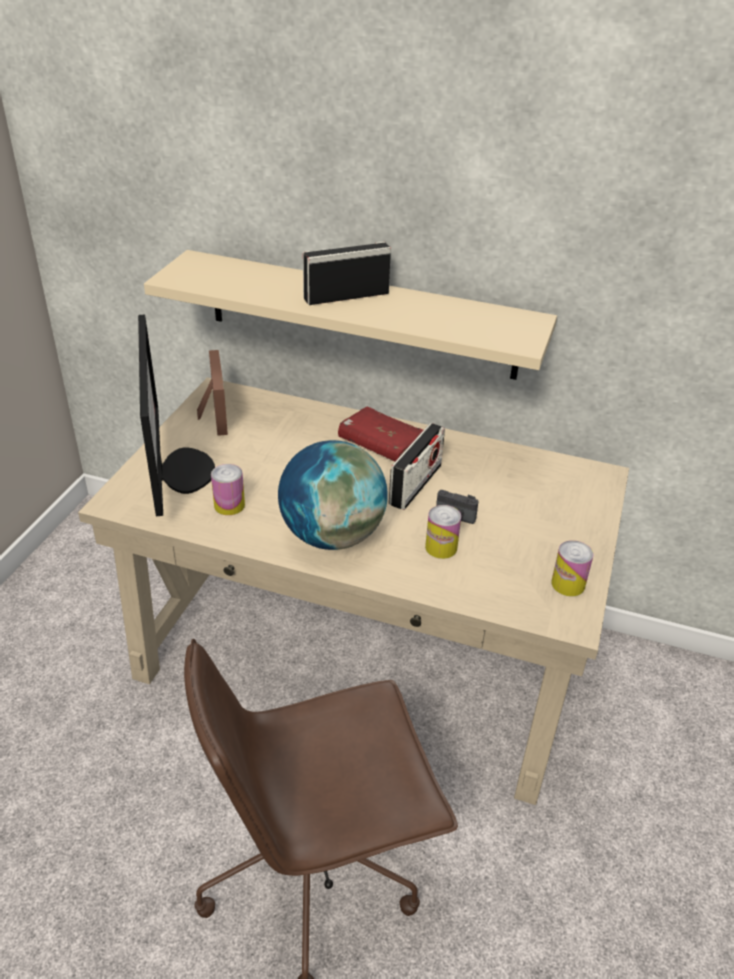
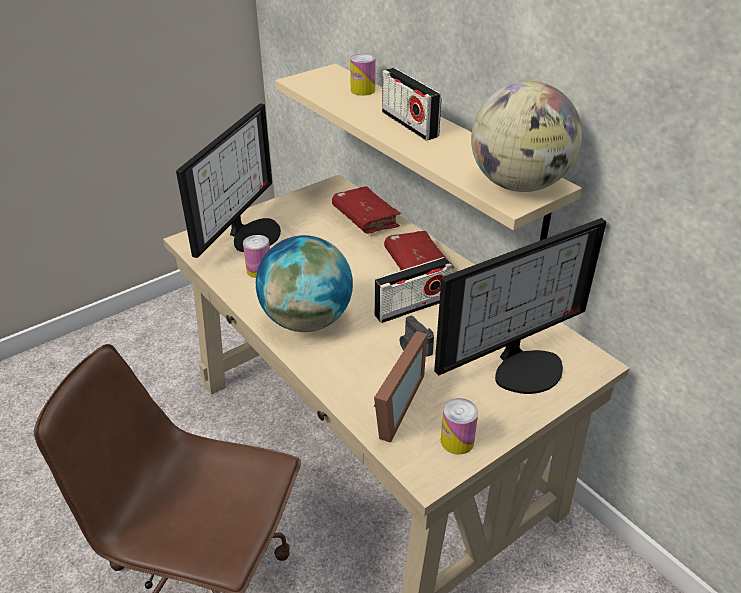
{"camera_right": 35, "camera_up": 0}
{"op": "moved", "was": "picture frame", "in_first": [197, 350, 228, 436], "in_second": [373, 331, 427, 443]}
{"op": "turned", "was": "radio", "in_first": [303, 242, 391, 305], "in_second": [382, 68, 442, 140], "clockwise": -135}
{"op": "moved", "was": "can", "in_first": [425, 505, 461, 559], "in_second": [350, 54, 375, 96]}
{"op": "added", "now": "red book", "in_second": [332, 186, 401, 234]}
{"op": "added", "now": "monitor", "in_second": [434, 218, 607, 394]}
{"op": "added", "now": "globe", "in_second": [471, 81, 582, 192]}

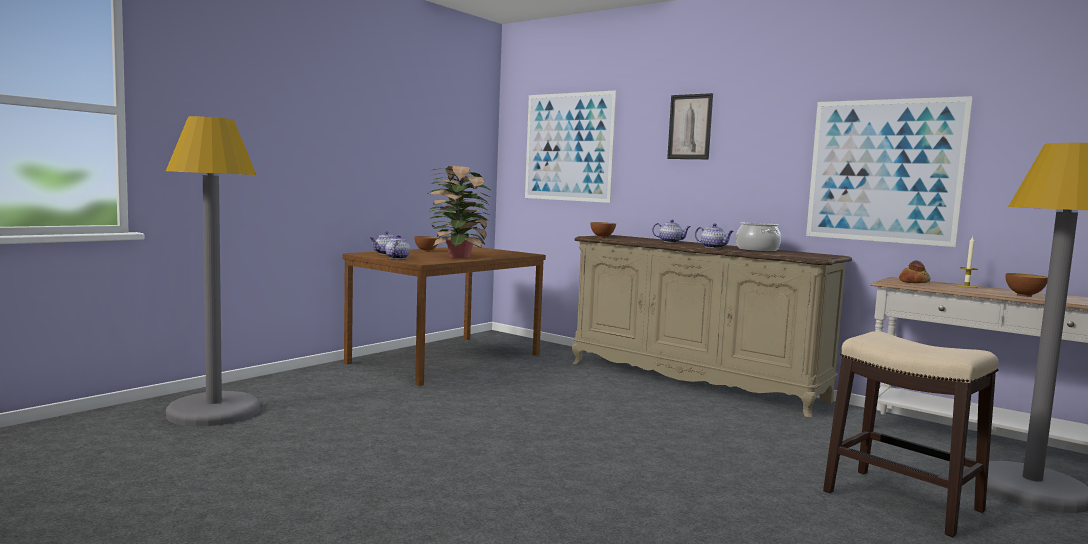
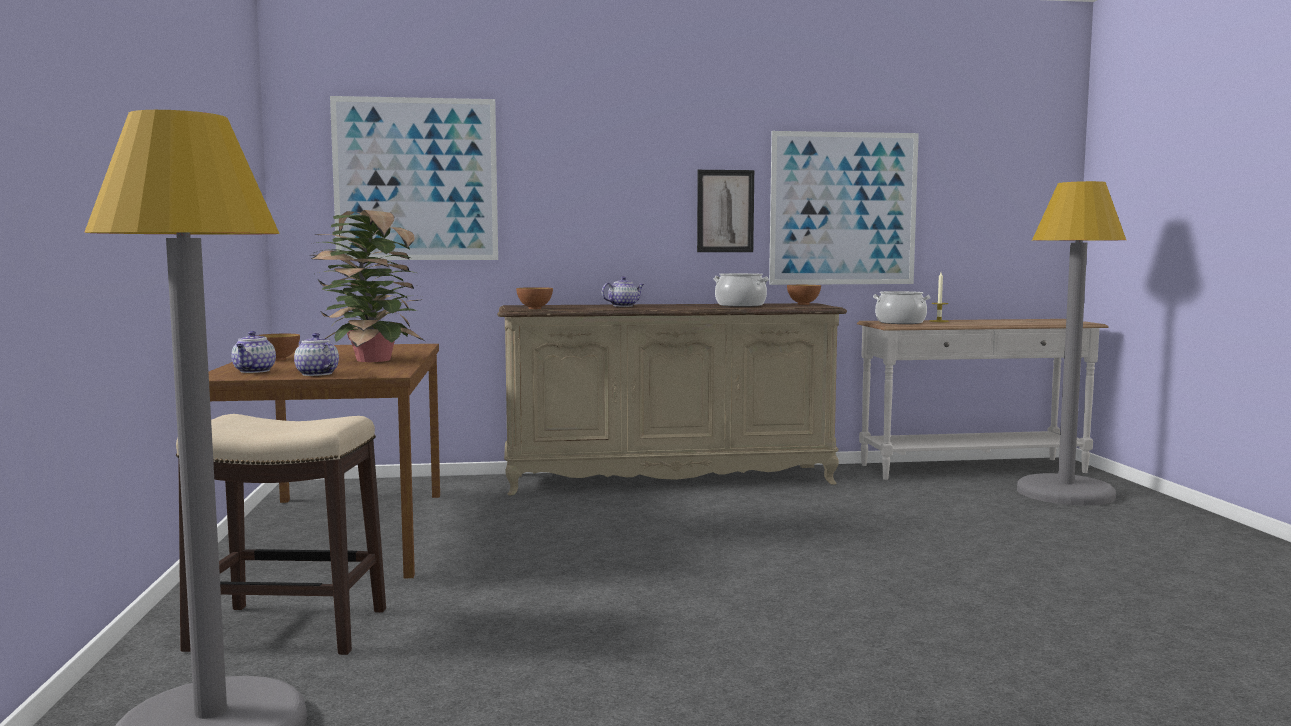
{"camera_right": -45, "camera_up": 0}
{"op": "moved", "was": "picture", "in_first": [667, 93, 713, 159], "in_second": [697, 170, 754, 252]}
{"op": "removed", "was": "teapot", "in_first": [695, 223, 734, 248]}
{"op": "moved", "was": "stool", "in_first": [823, 331, 999, 537], "in_second": [176, 414, 386, 655]}
{"op": "replaced", "was": "bread", "now": "cooking pot", "in_first": [899, 260, 931, 283], "in_second": [873, 291, 930, 324]}
{"op": "moved", "was": "bowl", "in_first": [1005, 273, 1048, 297], "in_second": [787, 285, 821, 305]}

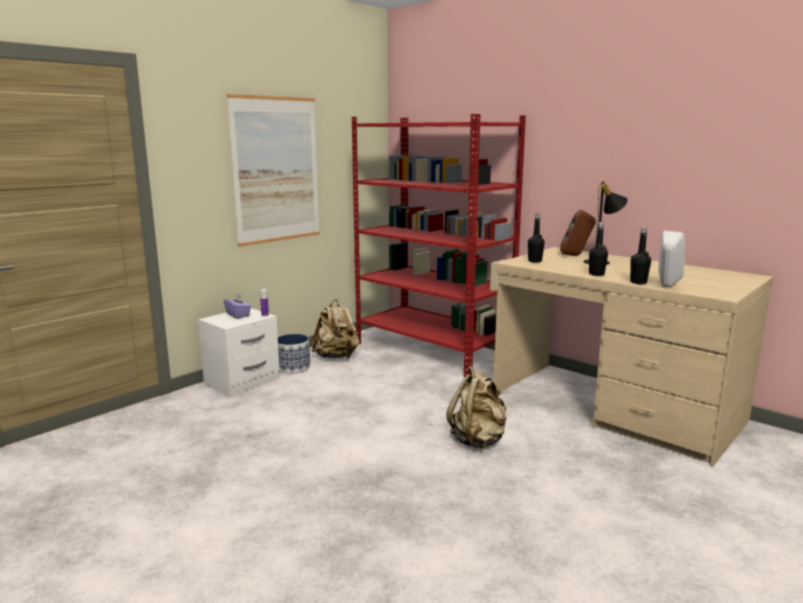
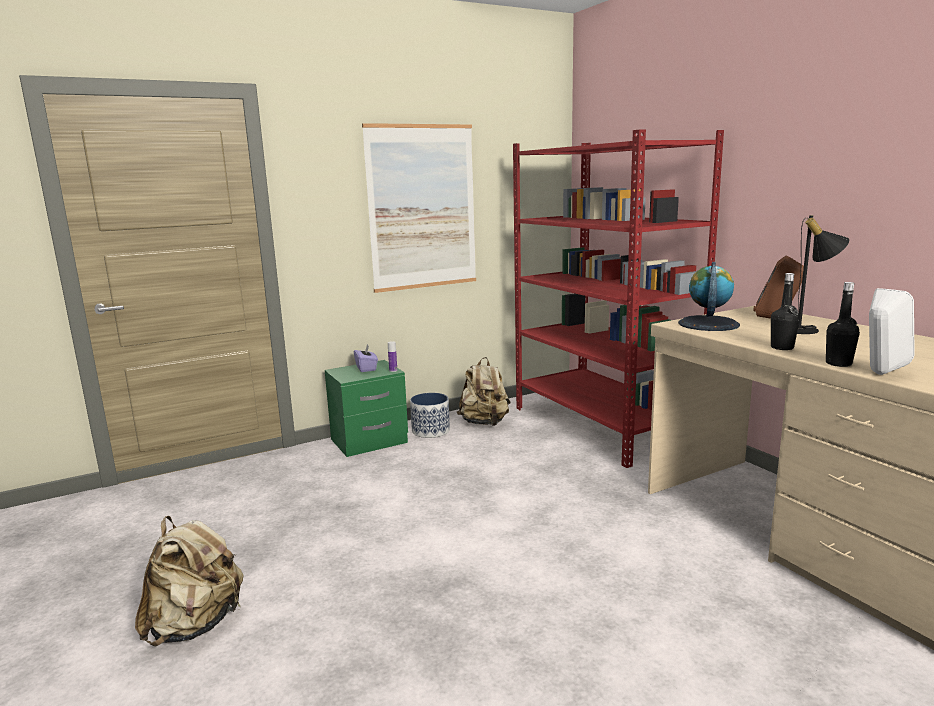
{"camera_right": 20, "camera_up": 0}
{"op": "recoloured", "was": "white nightstand", "now": "green nightstand", "in_first": [198, 308, 279, 396], "in_second": [325, 360, 408, 457]}
{"op": "moved", "was": "beige backpack", "in_first": [446, 366, 507, 448], "in_second": [135, 516, 243, 646]}
{"op": "replaced", "was": "black bottle", "now": "globe", "in_first": [528, 214, 545, 263], "in_second": [678, 262, 740, 331]}

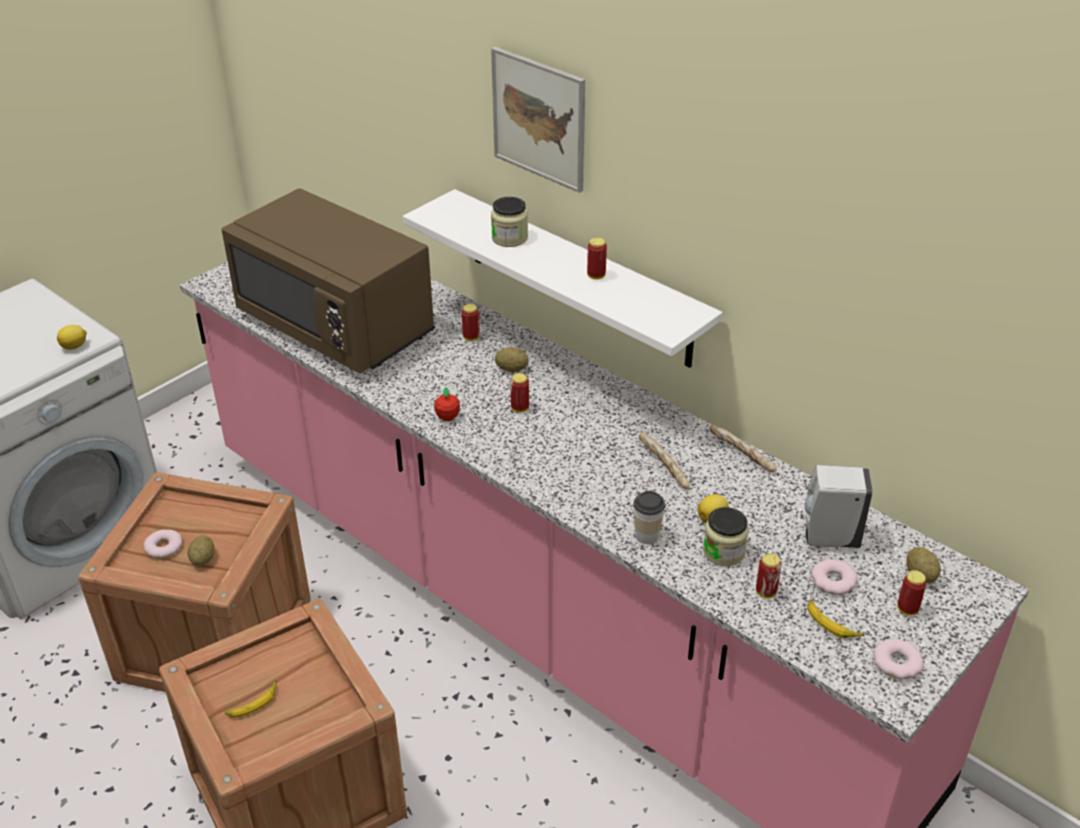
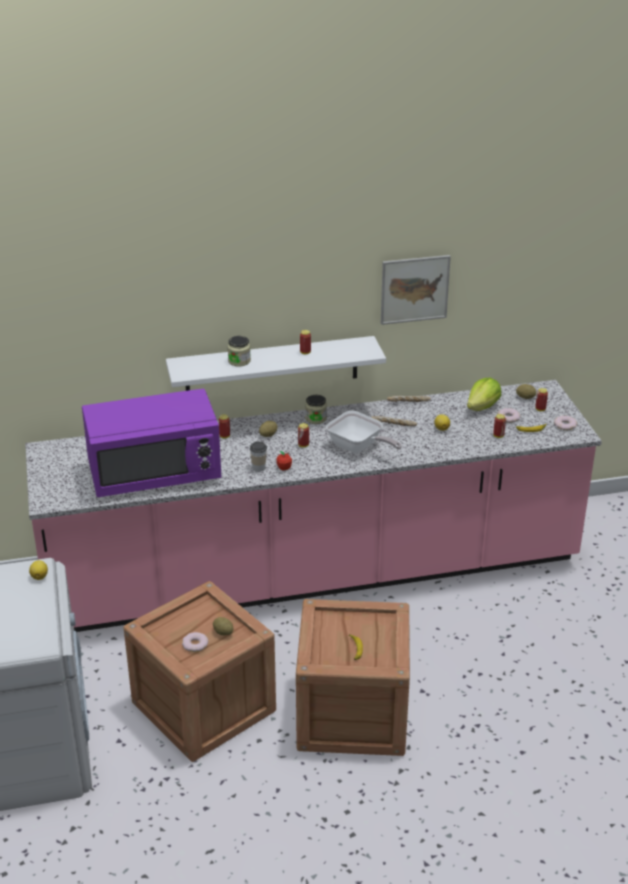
{"camera_right": -55, "camera_up": -5}
{"op": "recoloured", "was": "brown microwave", "now": "purple microwave", "in_first": [221, 188, 435, 374], "in_second": [82, 389, 221, 497]}
{"op": "moved", "was": "picture", "in_first": [491, 47, 585, 193], "in_second": [381, 255, 451, 325]}
{"op": "moved", "was": "cup", "in_first": [633, 491, 665, 544], "in_second": [250, 441, 267, 472]}
{"op": "moved", "was": "jar", "in_first": [703, 507, 748, 566], "in_second": [305, 395, 327, 424]}
{"op": "replaced", "was": "white soap dispenser", "now": "lettuce", "in_first": [804, 465, 872, 548], "in_second": [467, 378, 502, 411]}
{"op": "added", "now": "frying pan", "in_second": [326, 411, 402, 453]}

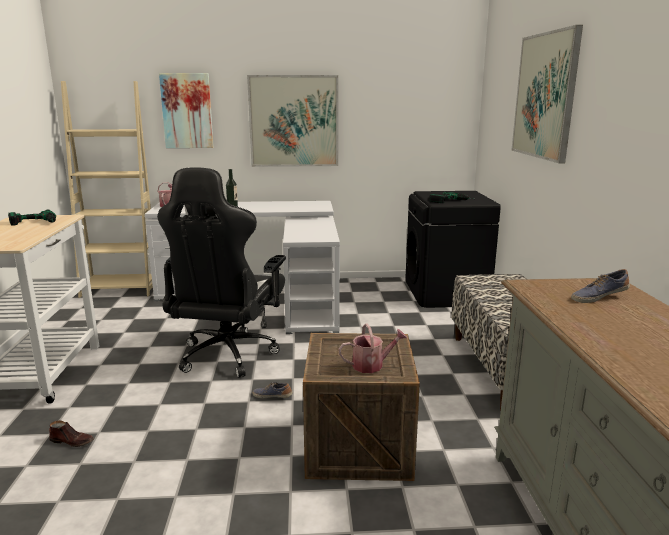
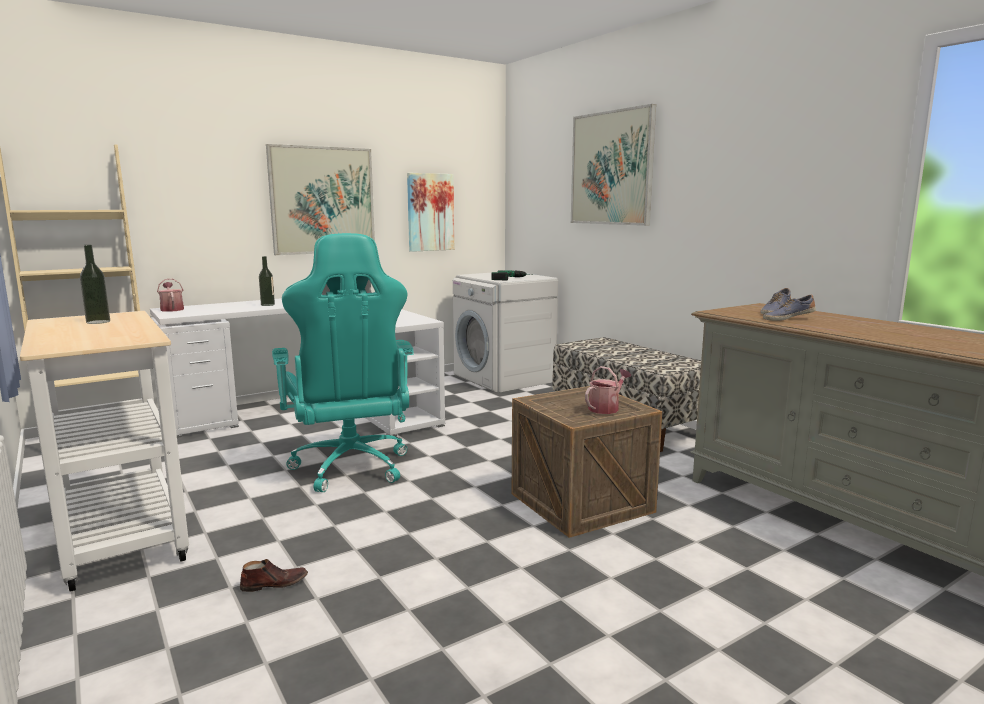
{"camera_right": -30, "camera_up": -5}
{"op": "replaced", "was": "power drill", "now": "bottle", "in_first": [8, 210, 56, 226], "in_second": [80, 245, 110, 324]}
{"op": "recoloured", "was": "black office chair", "now": "turquoise office chair", "in_first": [157, 167, 286, 378], "in_second": [272, 233, 414, 492]}
{"op": "moved", "was": "picture", "in_first": [159, 73, 214, 148], "in_second": [407, 173, 454, 252]}
{"op": "moved", "was": "shoe", "in_first": [252, 382, 293, 399], "in_second": [763, 295, 816, 321]}
{"op": "recoloured", "was": "black washing machine", "now": "white washing machine", "in_first": [405, 191, 501, 308], "in_second": [453, 273, 558, 392]}

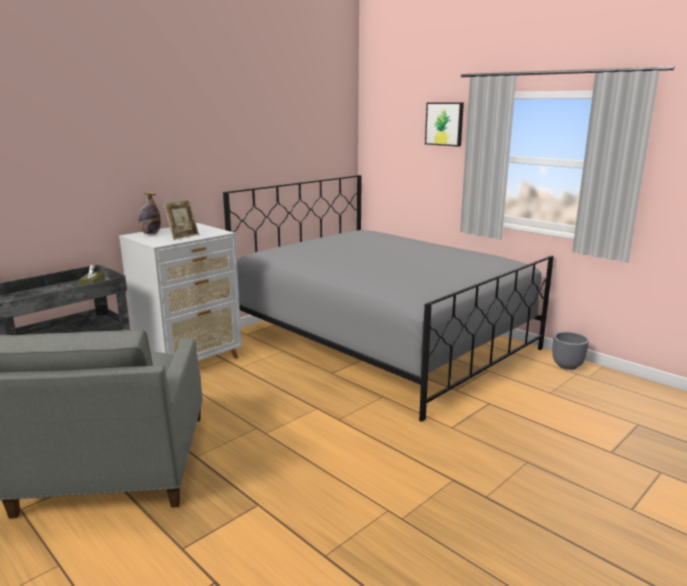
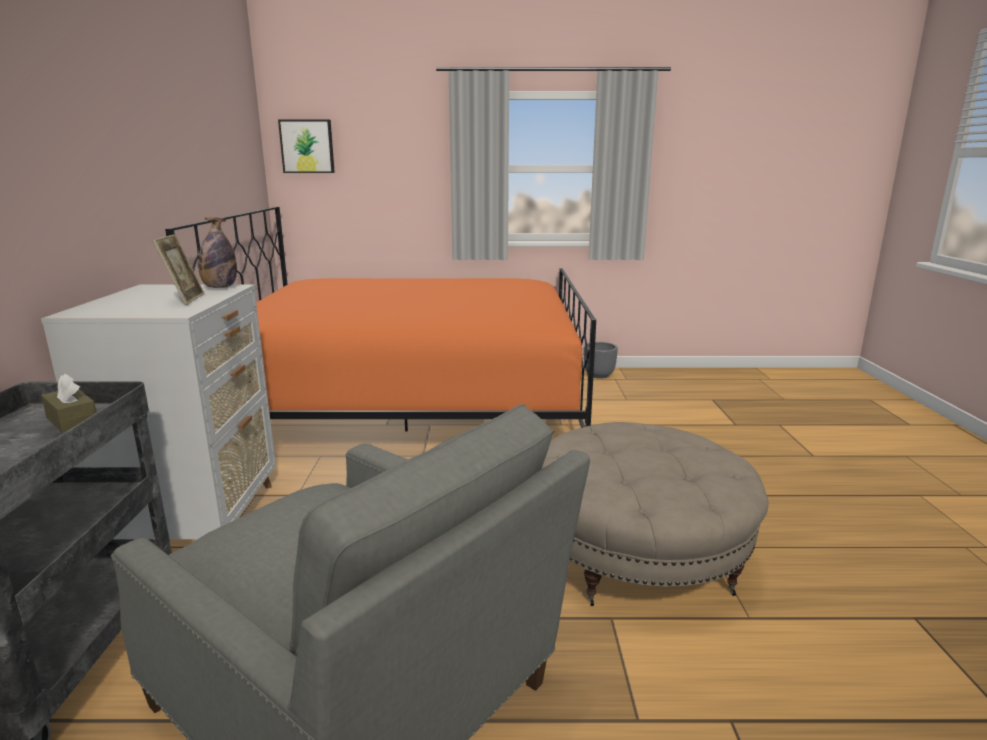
{"camera_right": -45, "camera_up": 0}
{"op": "moved", "was": "bottle", "in_first": [139, 192, 161, 234], "in_second": [198, 218, 237, 288]}
{"op": "recoloured", "was": "grey bed", "now": "orange bed", "in_first": [223, 175, 554, 422], "in_second": [165, 207, 596, 432]}
{"op": "moved", "was": "picture", "in_first": [425, 102, 464, 147], "in_second": [278, 120, 335, 173]}
{"op": "added", "now": "beige ottoman", "in_second": [541, 422, 769, 606]}

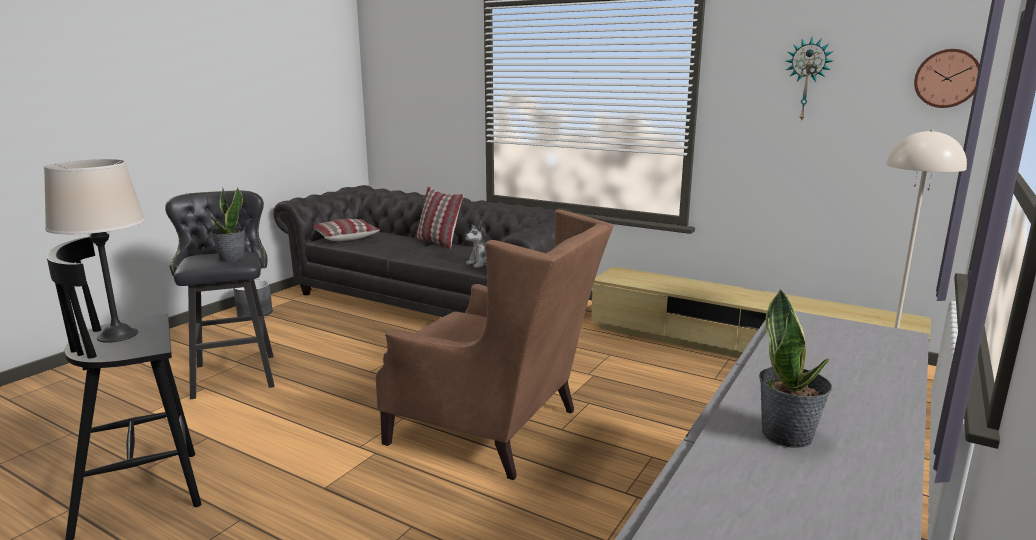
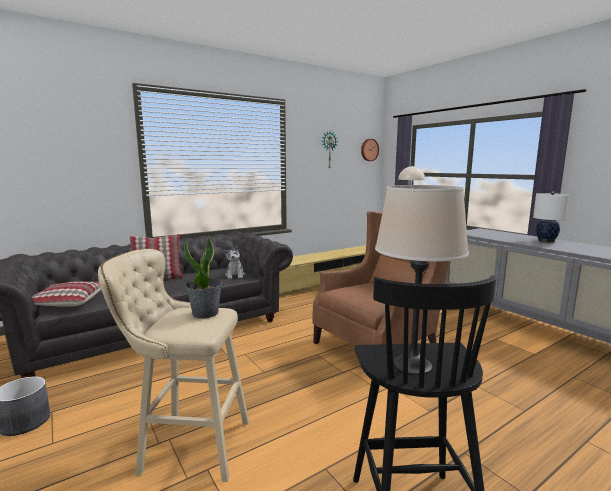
{"camera_right": -65, "camera_up": -5}
{"op": "recoloured", "was": "black stool", "now": "beige stool", "in_first": [165, 190, 274, 399], "in_second": [98, 248, 249, 482]}
{"op": "removed", "was": "potted plant", "in_first": [759, 288, 832, 448]}
{"op": "added", "now": "white table lamp", "in_second": [533, 192, 570, 242]}

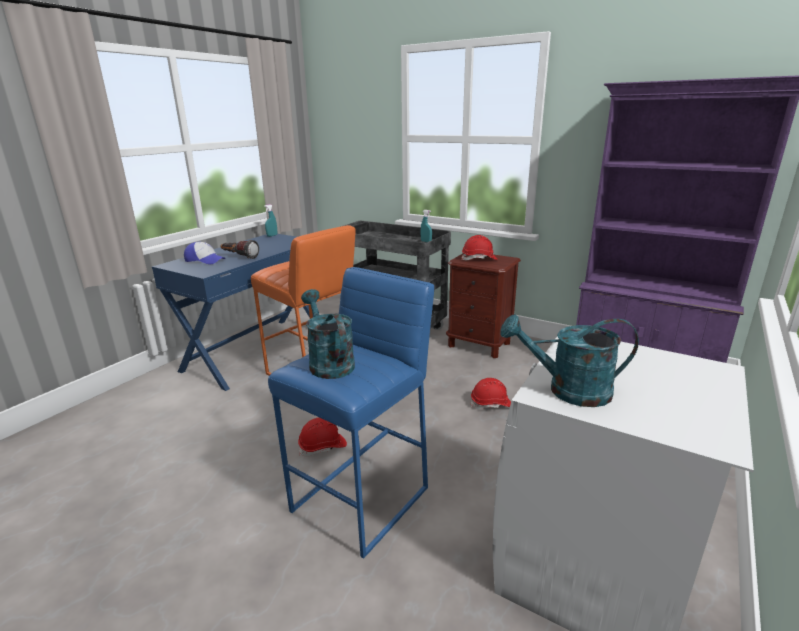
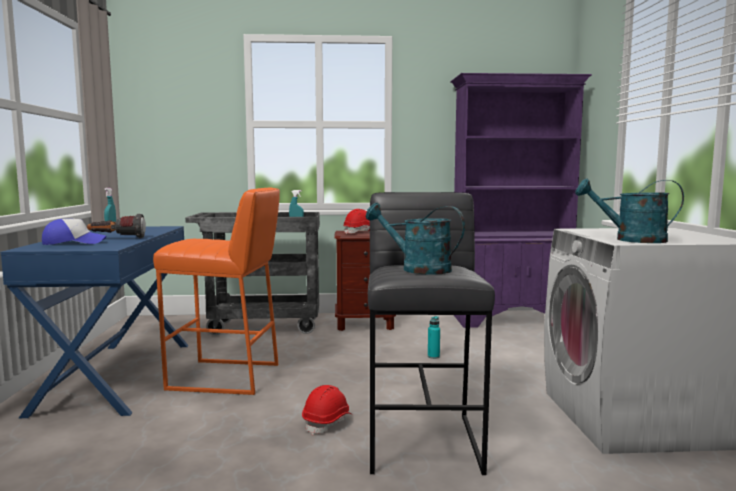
{"camera_right": -35, "camera_up": -15}
{"op": "recoloured", "was": "blue stool", "now": "grey stool", "in_first": [268, 267, 434, 559], "in_second": [368, 192, 495, 475]}
{"op": "replaced", "was": "red hard hat", "now": "turquoise bottle", "in_first": [471, 378, 511, 409], "in_second": [428, 316, 440, 359]}
{"op": "turned", "was": "turquoise watering can", "in_first": [500, 314, 639, 407], "in_second": [575, 178, 684, 243], "clockwise": 45}

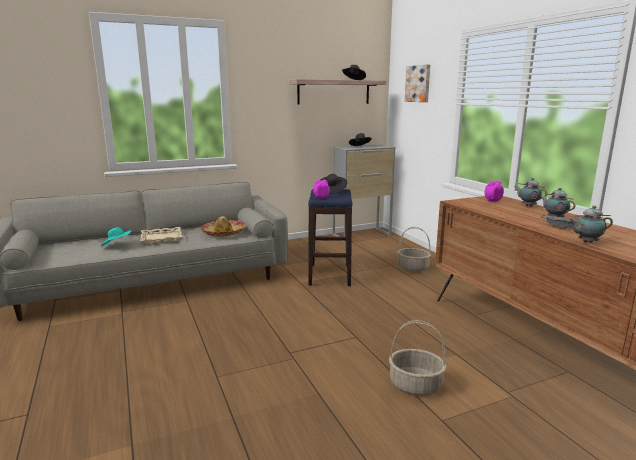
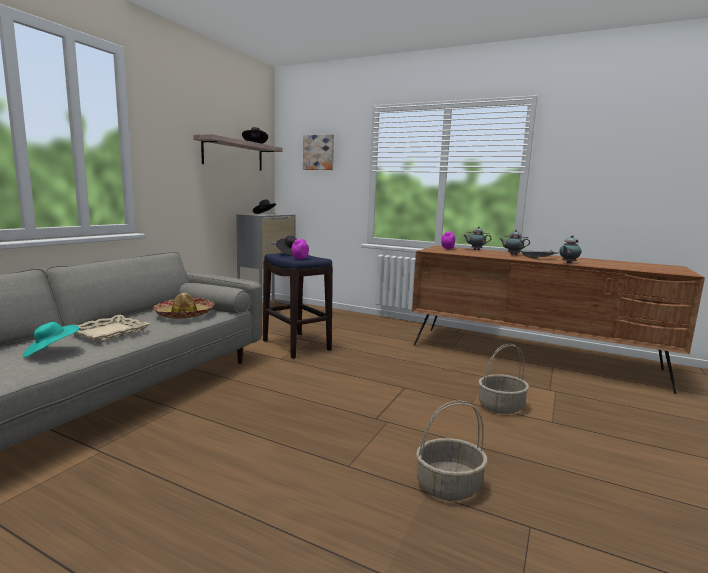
{"camera_right": -40, "camera_up": -5}
{"op": "moved", "was": "basket", "in_first": [397, 227, 431, 272], "in_second": [416, 401, 488, 501]}

